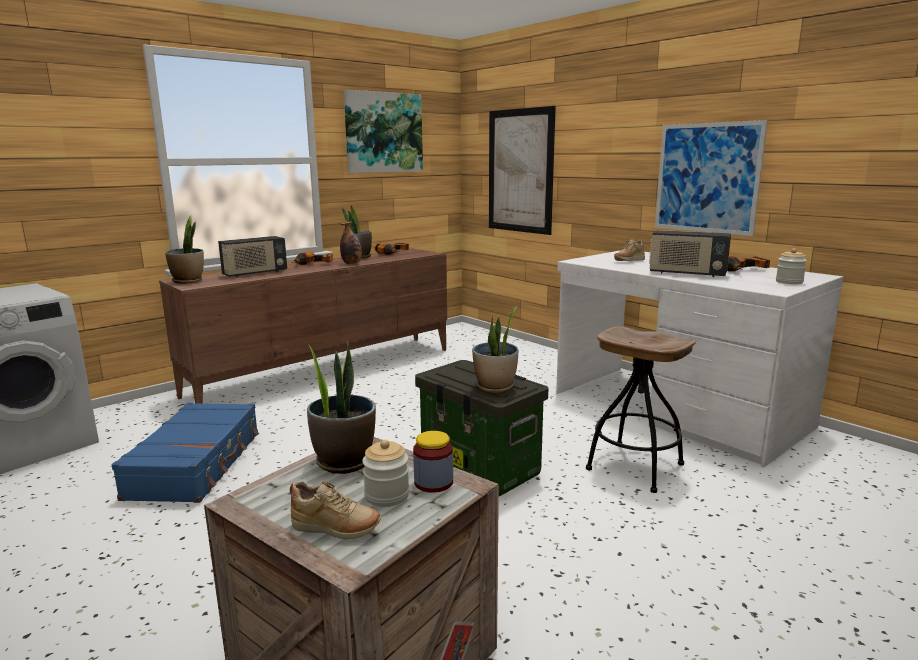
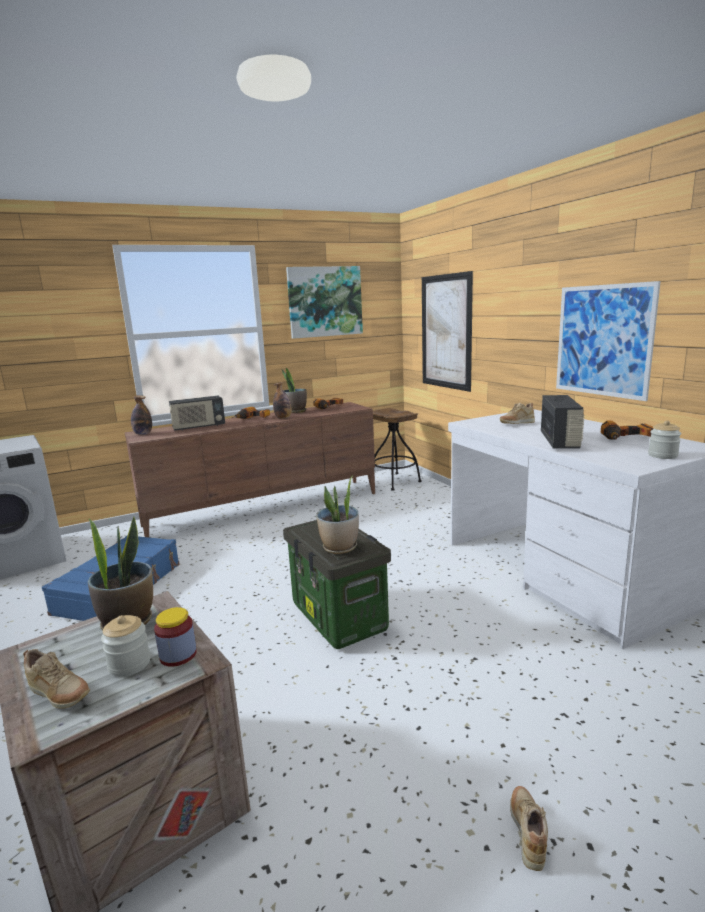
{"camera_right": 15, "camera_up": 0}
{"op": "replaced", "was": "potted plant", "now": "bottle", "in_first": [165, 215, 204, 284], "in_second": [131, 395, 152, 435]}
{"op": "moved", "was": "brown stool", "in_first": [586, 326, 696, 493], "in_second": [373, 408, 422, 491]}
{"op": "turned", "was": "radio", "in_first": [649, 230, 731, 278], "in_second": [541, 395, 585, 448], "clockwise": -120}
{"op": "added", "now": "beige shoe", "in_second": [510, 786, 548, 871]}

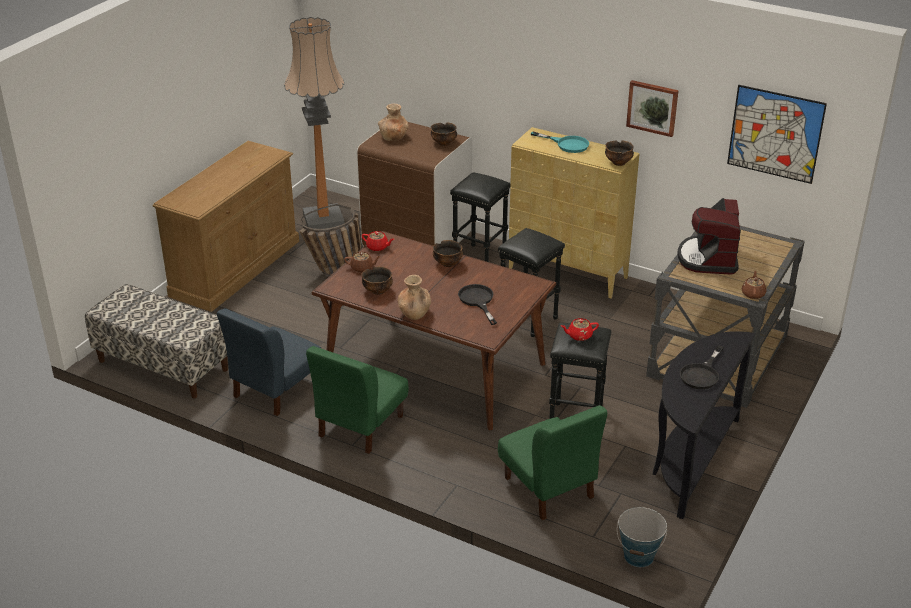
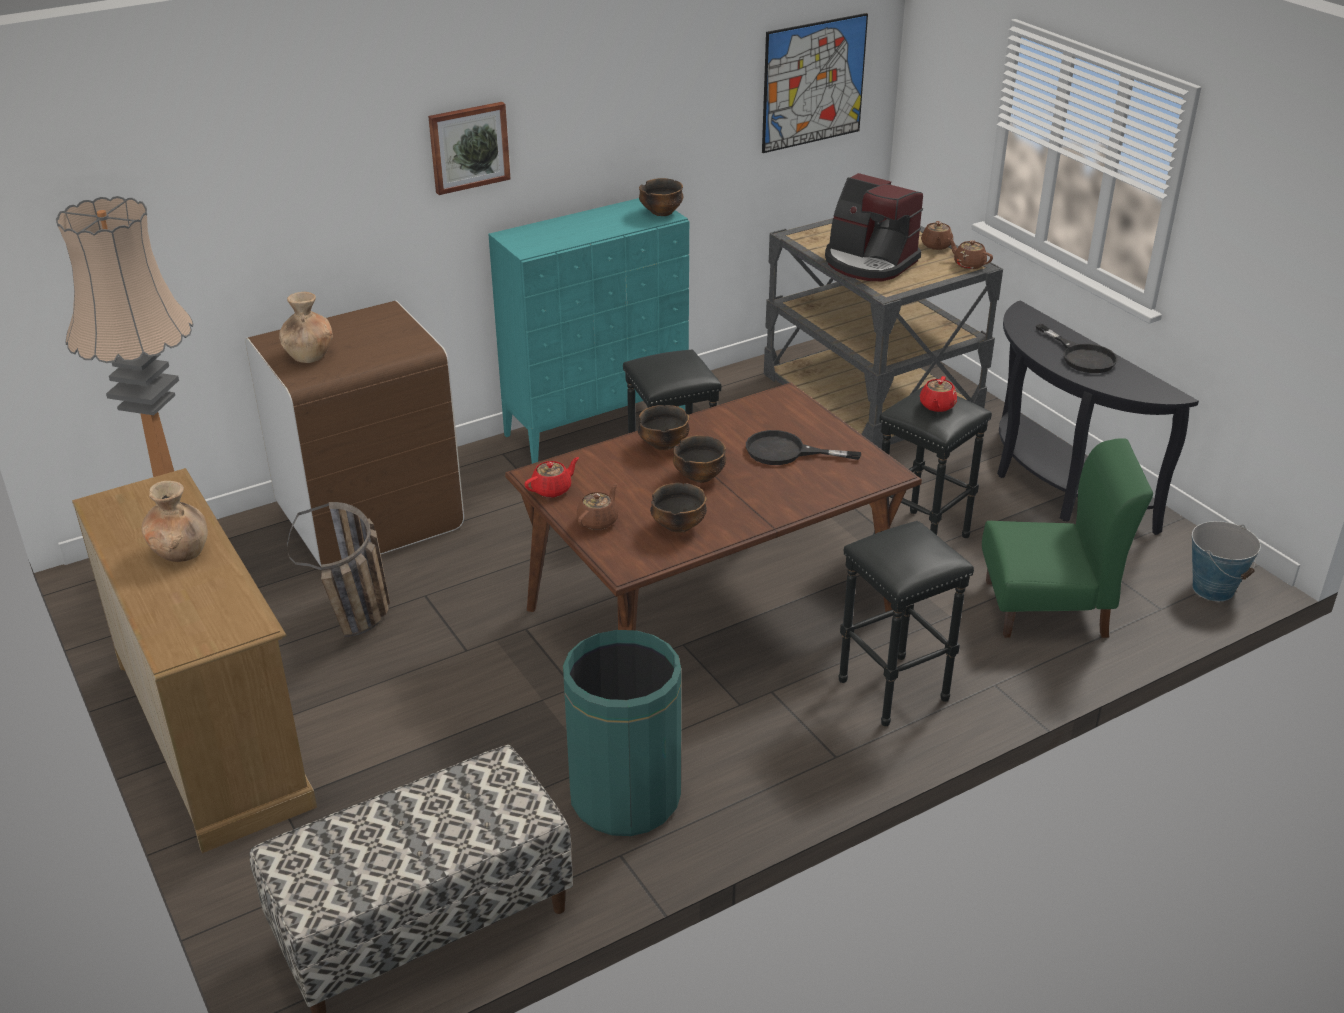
{"camera_right": -60, "camera_up": 0}
{"op": "replaced", "was": "blue chair", "now": "green trash can", "in_first": [217, 308, 321, 416], "in_second": [563, 630, 681, 836]}
{"op": "removed", "was": "green chair", "in_first": [306, 346, 409, 454]}
{"op": "moved", "was": "brown vase", "in_first": [398, 275, 431, 320], "in_second": [142, 481, 208, 562]}
{"op": "moved", "was": "bowl", "in_first": [430, 122, 457, 146], "in_second": [673, 435, 726, 483]}
{"op": "moved", "was": "black stool", "in_first": [450, 172, 511, 262], "in_second": [839, 521, 974, 726]}
{"op": "recoloured", "was": "beige dresser", "now": "turquoise dresser", "in_first": [509, 127, 640, 298], "in_second": [488, 198, 689, 464]}
{"op": "removed", "was": "turquoise frying pan", "in_first": [531, 132, 589, 153]}
{"op": "moved", "was": "picture", "in_first": [626, 80, 679, 137], "in_second": [428, 102, 511, 195]}
{"op": "added", "now": "brown teapot", "in_second": [921, 221, 953, 250]}

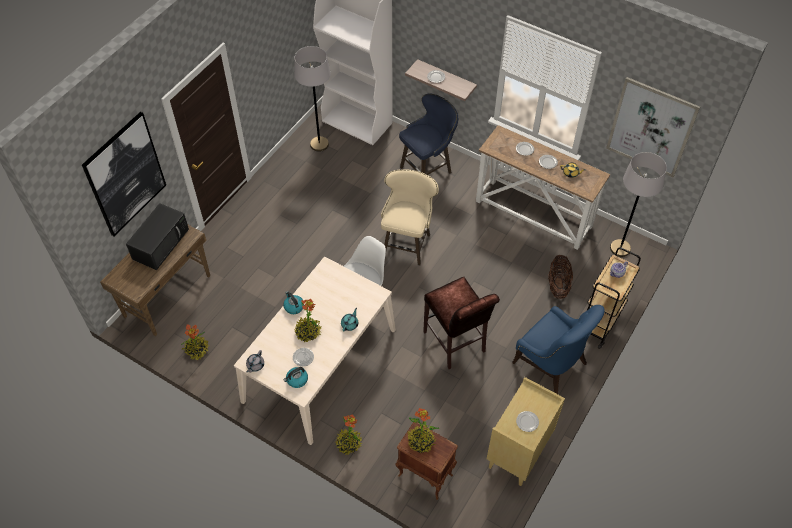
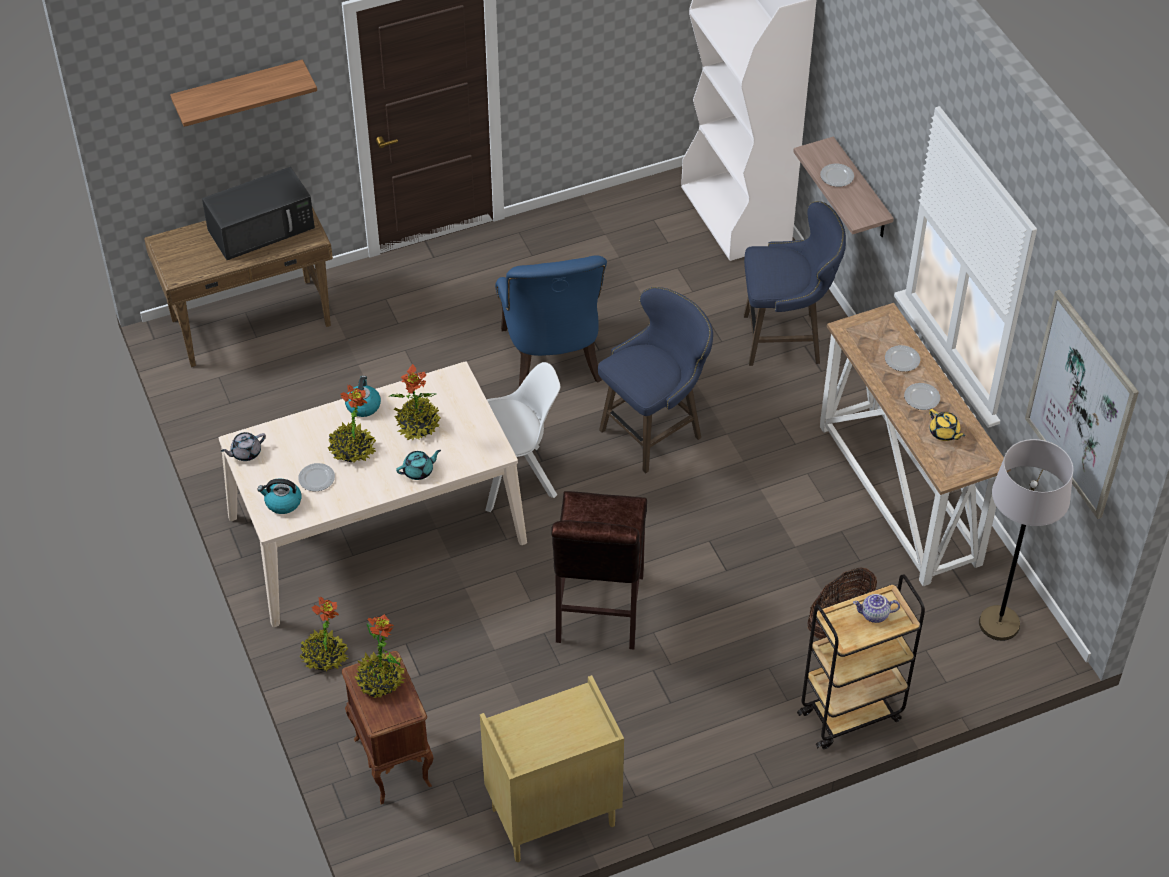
{"camera_right": 35, "camera_up": -5}
{"op": "replaced", "was": "picture", "now": "shelf", "in_first": [82, 112, 166, 236], "in_second": [170, 60, 317, 127]}
{"op": "moved", "was": "potted plant", "in_first": [180, 324, 208, 360], "in_second": [389, 364, 441, 441]}
{"op": "removed", "was": "grey floor lamp", "in_first": [294, 46, 331, 152]}
{"op": "recoloured", "was": "beige stool", "now": "blue stool", "in_first": [381, 169, 439, 265], "in_second": [598, 287, 713, 473]}
{"op": "moved", "was": "blue chair", "in_first": [512, 305, 605, 394], "in_second": [495, 255, 607, 387]}
{"op": "removed", "was": "plate", "in_first": [516, 411, 539, 432]}

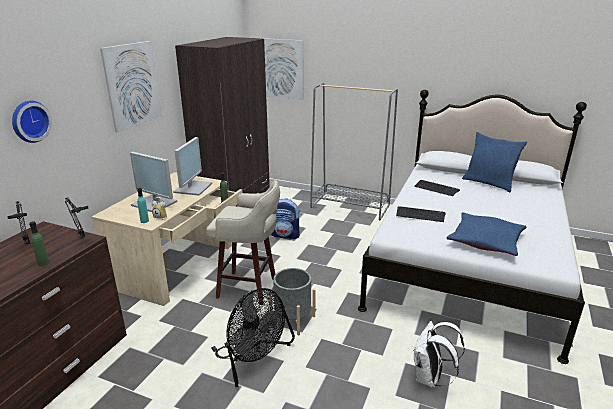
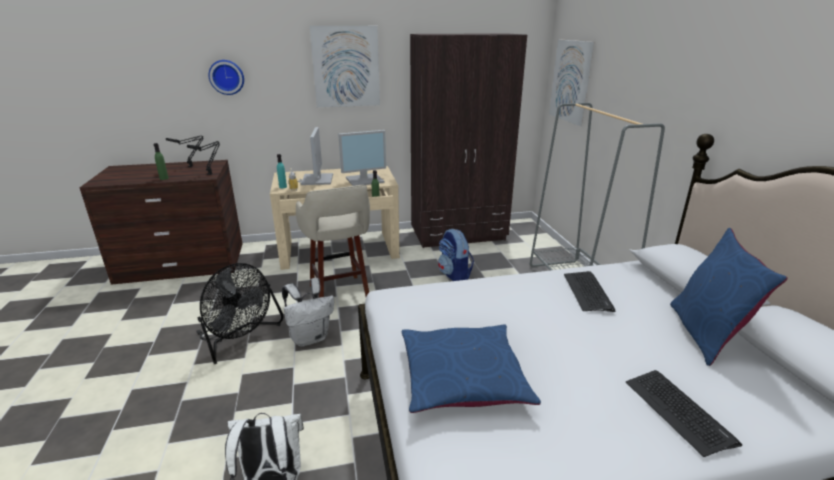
{"camera_right": 55, "camera_up": 0}
{"op": "turned", "was": "black fan", "in_first": [212, 288, 295, 387], "in_second": [196, 263, 283, 364], "clockwise": -60}
{"op": "replaced", "was": "grey planter", "now": "white backpack", "in_first": [269, 268, 316, 335], "in_second": [282, 278, 334, 347]}
{"op": "moved", "was": "keyboard", "in_first": [396, 206, 446, 222], "in_second": [626, 370, 742, 457]}

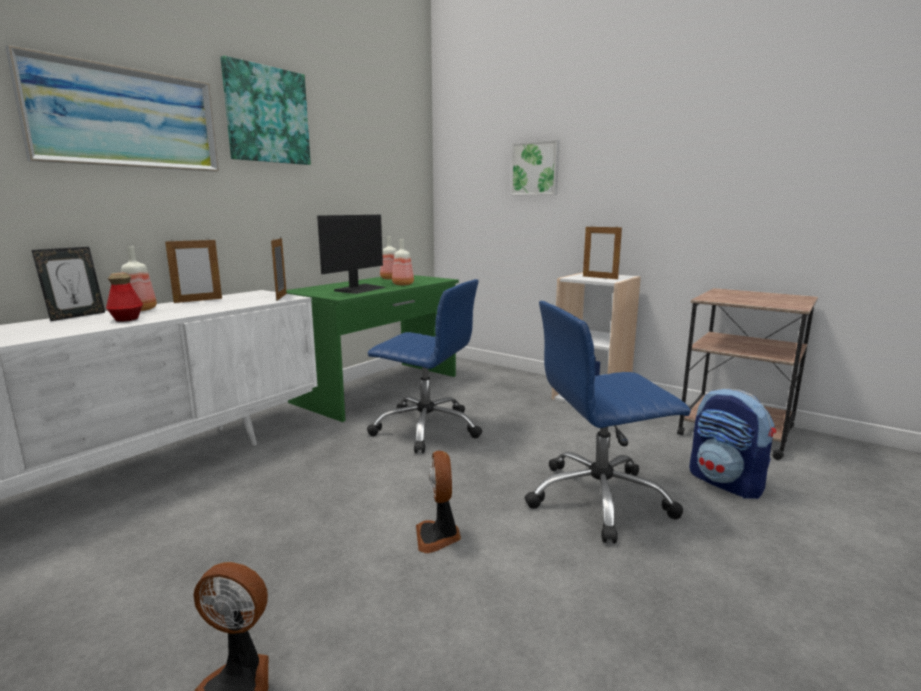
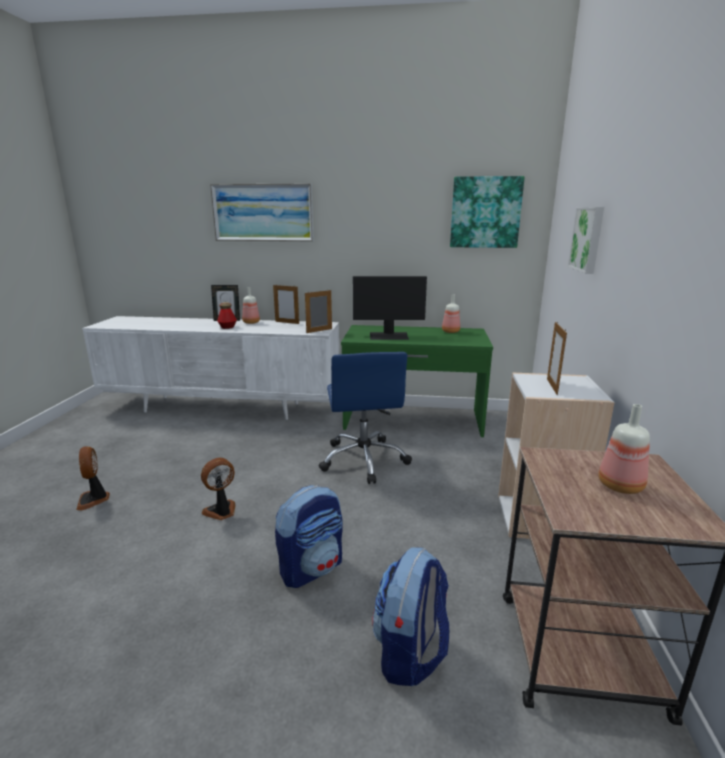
{"camera_right": 60, "camera_up": 5}
{"op": "moved", "was": "picture", "in_first": [221, 56, 311, 165], "in_second": [450, 176, 525, 248]}
{"op": "moved", "was": "bottle", "in_first": [392, 239, 414, 285], "in_second": [598, 404, 650, 494]}
{"op": "replaced", "was": "blue office chair", "now": "backpack", "in_first": [525, 301, 691, 543], "in_second": [275, 485, 343, 588]}

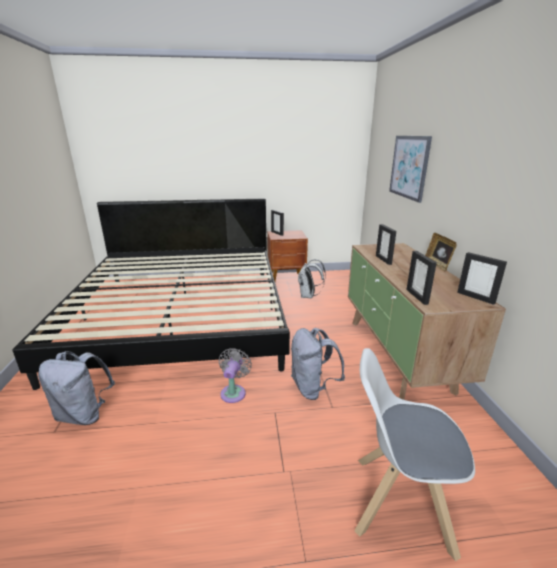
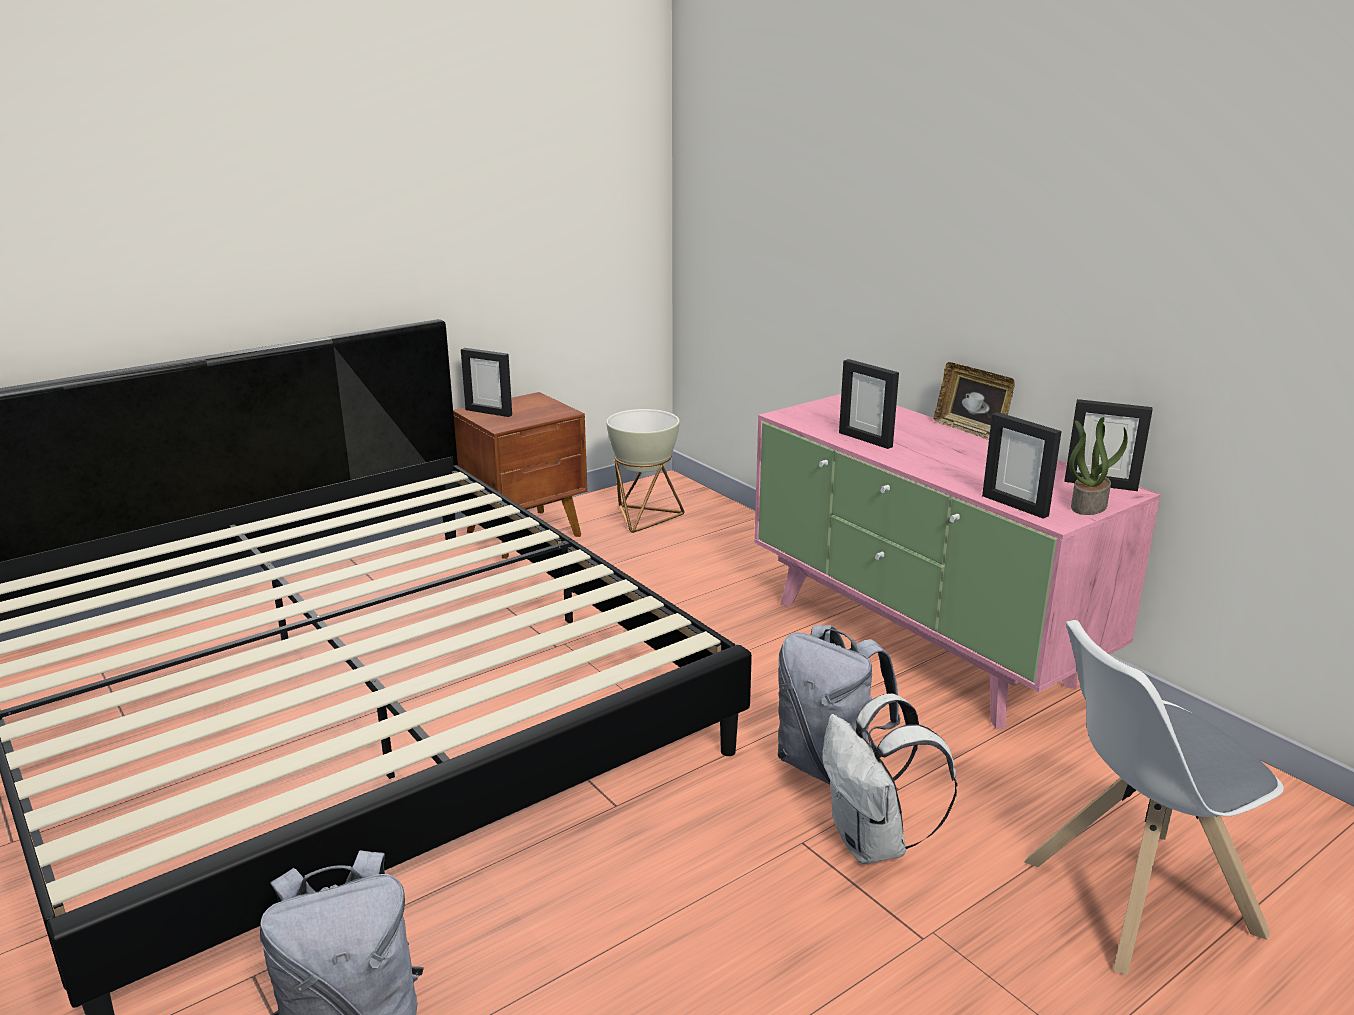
{"camera_right": -30, "camera_up": 0}
{"op": "removed", "was": "grey fan", "in_first": [219, 348, 252, 403]}
{"op": "moved", "was": "white backpack", "in_first": [298, 259, 326, 298], "in_second": [823, 693, 958, 864]}
{"op": "recoloured", "was": "green dresser", "now": "pink dresser", "in_first": [348, 243, 506, 400], "in_second": [754, 394, 1161, 729]}
{"op": "removed", "was": "picture", "in_first": [389, 136, 432, 203]}
{"op": "added", "now": "planter", "in_second": [606, 409, 685, 533]}
{"op": "added", "now": "potted plant", "in_second": [1069, 417, 1128, 515]}

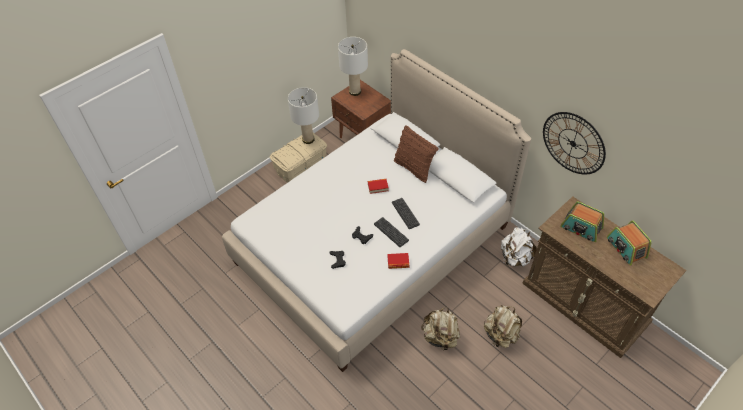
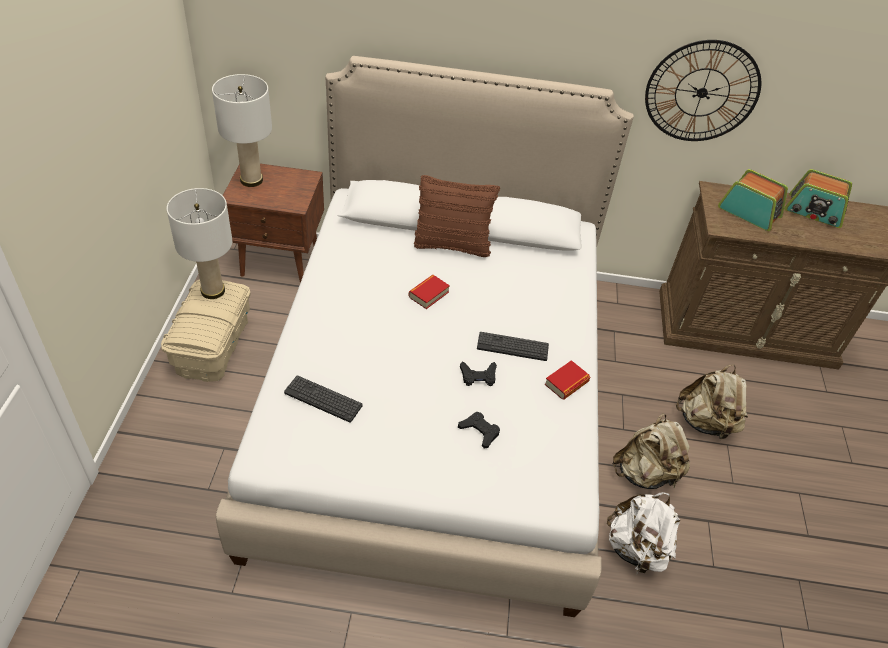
{"camera_right": -45, "camera_up": -5}
{"op": "moved", "was": "keyboard", "in_first": [392, 198, 420, 229], "in_second": [284, 376, 362, 423]}
{"op": "moved", "was": "white backpack", "in_first": [501, 227, 537, 266], "in_second": [607, 492, 680, 573]}
{"op": "turned", "was": "radio", "in_first": [560, 201, 604, 242], "in_second": [718, 169, 788, 231], "clockwise": -135}

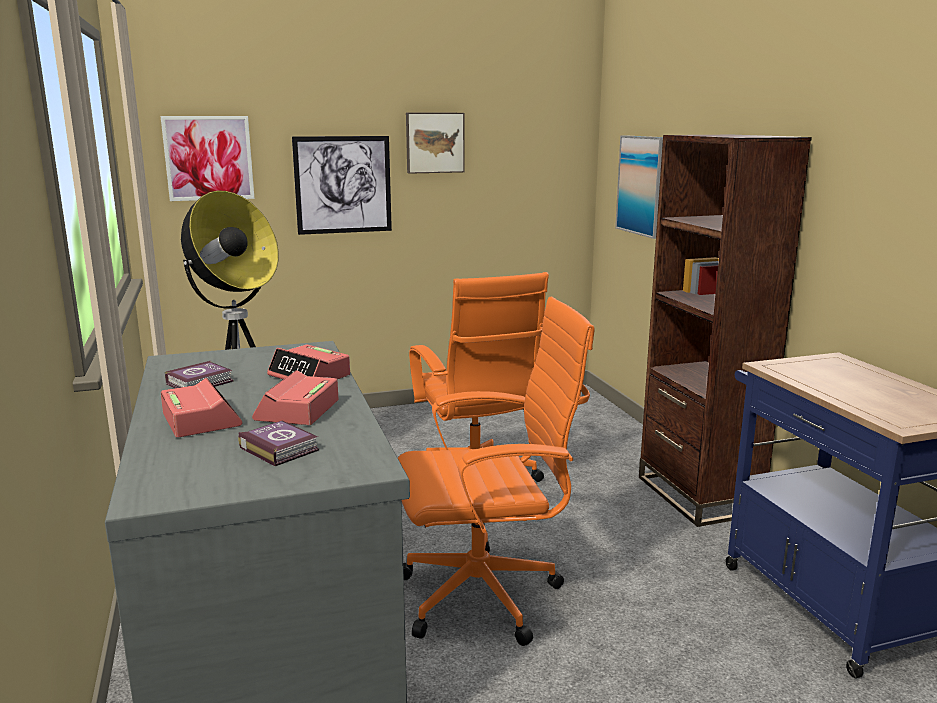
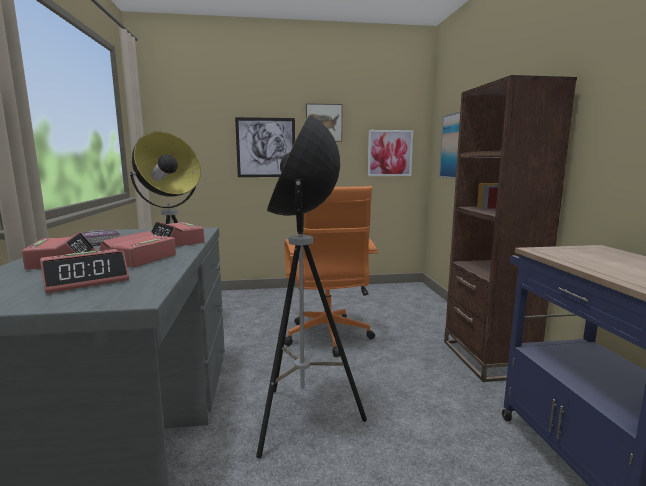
{"camera_right": 10, "camera_up": -5}
{"op": "moved", "was": "picture", "in_first": [161, 116, 255, 201], "in_second": [367, 130, 413, 176]}
{"op": "replaced", "was": "book", "now": "alarm clock", "in_first": [238, 421, 319, 467], "in_second": [40, 249, 129, 293]}
{"op": "replaced", "was": "orange office chair", "now": "floor lamp", "in_first": [398, 297, 595, 646], "in_second": [256, 114, 367, 459]}

